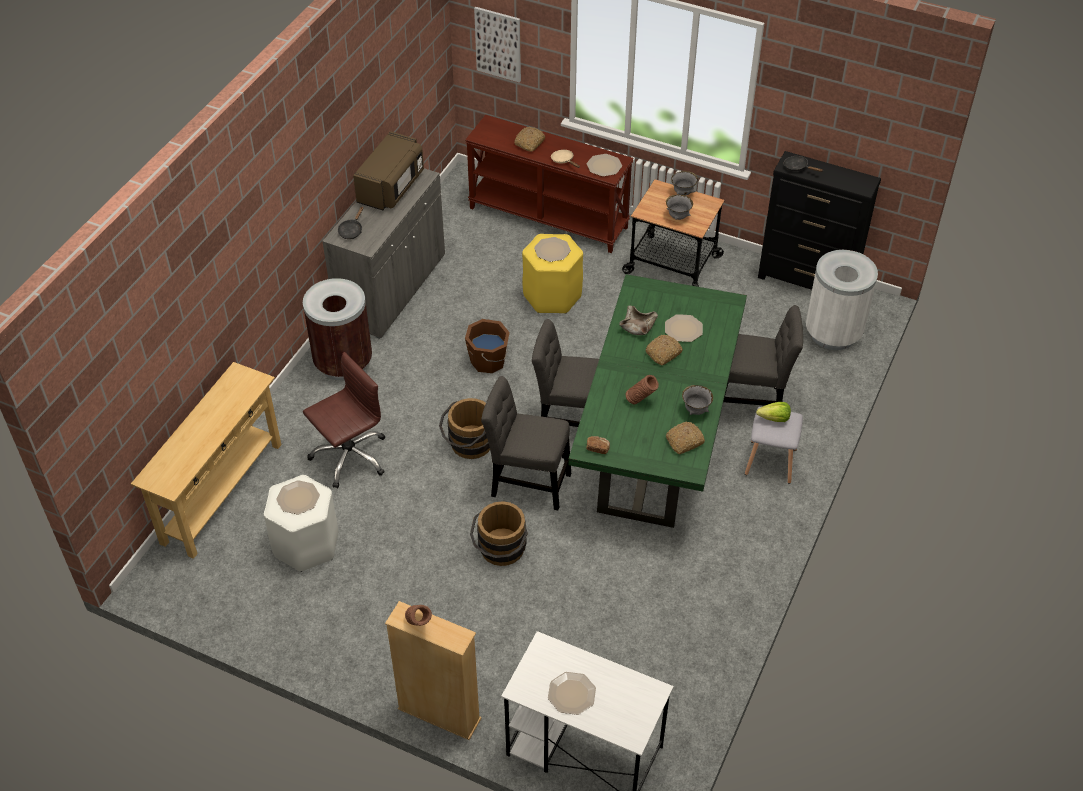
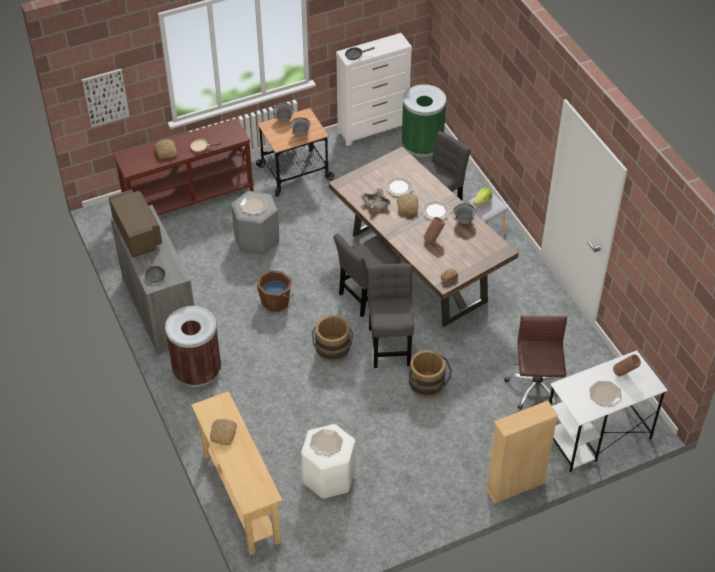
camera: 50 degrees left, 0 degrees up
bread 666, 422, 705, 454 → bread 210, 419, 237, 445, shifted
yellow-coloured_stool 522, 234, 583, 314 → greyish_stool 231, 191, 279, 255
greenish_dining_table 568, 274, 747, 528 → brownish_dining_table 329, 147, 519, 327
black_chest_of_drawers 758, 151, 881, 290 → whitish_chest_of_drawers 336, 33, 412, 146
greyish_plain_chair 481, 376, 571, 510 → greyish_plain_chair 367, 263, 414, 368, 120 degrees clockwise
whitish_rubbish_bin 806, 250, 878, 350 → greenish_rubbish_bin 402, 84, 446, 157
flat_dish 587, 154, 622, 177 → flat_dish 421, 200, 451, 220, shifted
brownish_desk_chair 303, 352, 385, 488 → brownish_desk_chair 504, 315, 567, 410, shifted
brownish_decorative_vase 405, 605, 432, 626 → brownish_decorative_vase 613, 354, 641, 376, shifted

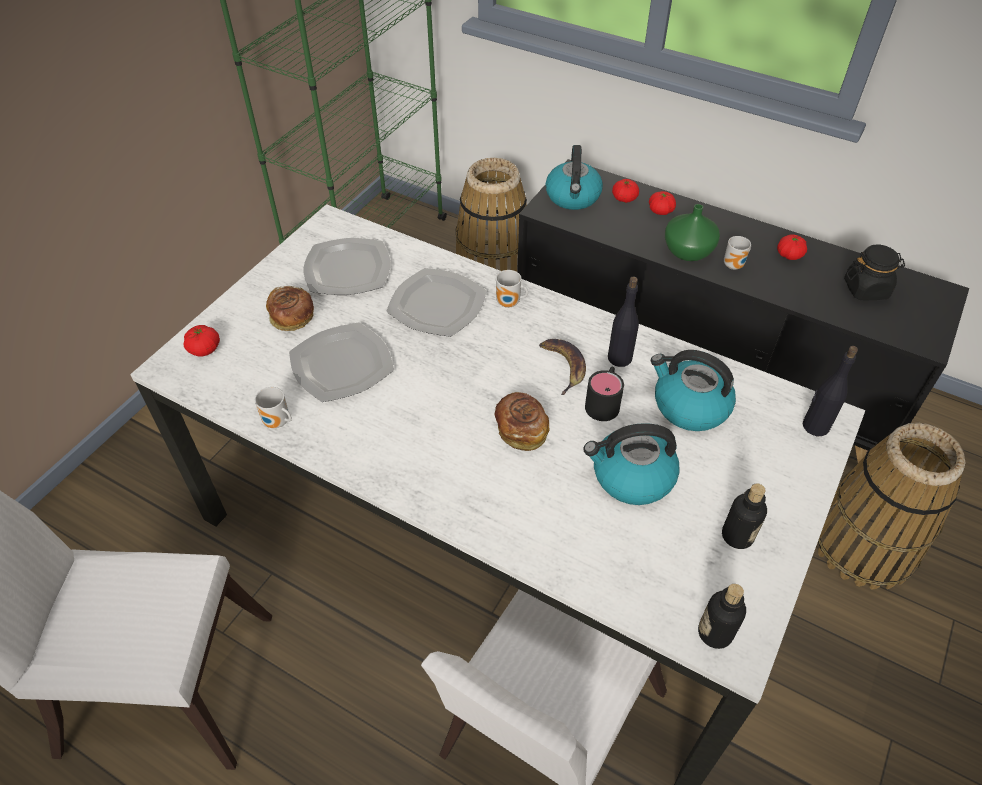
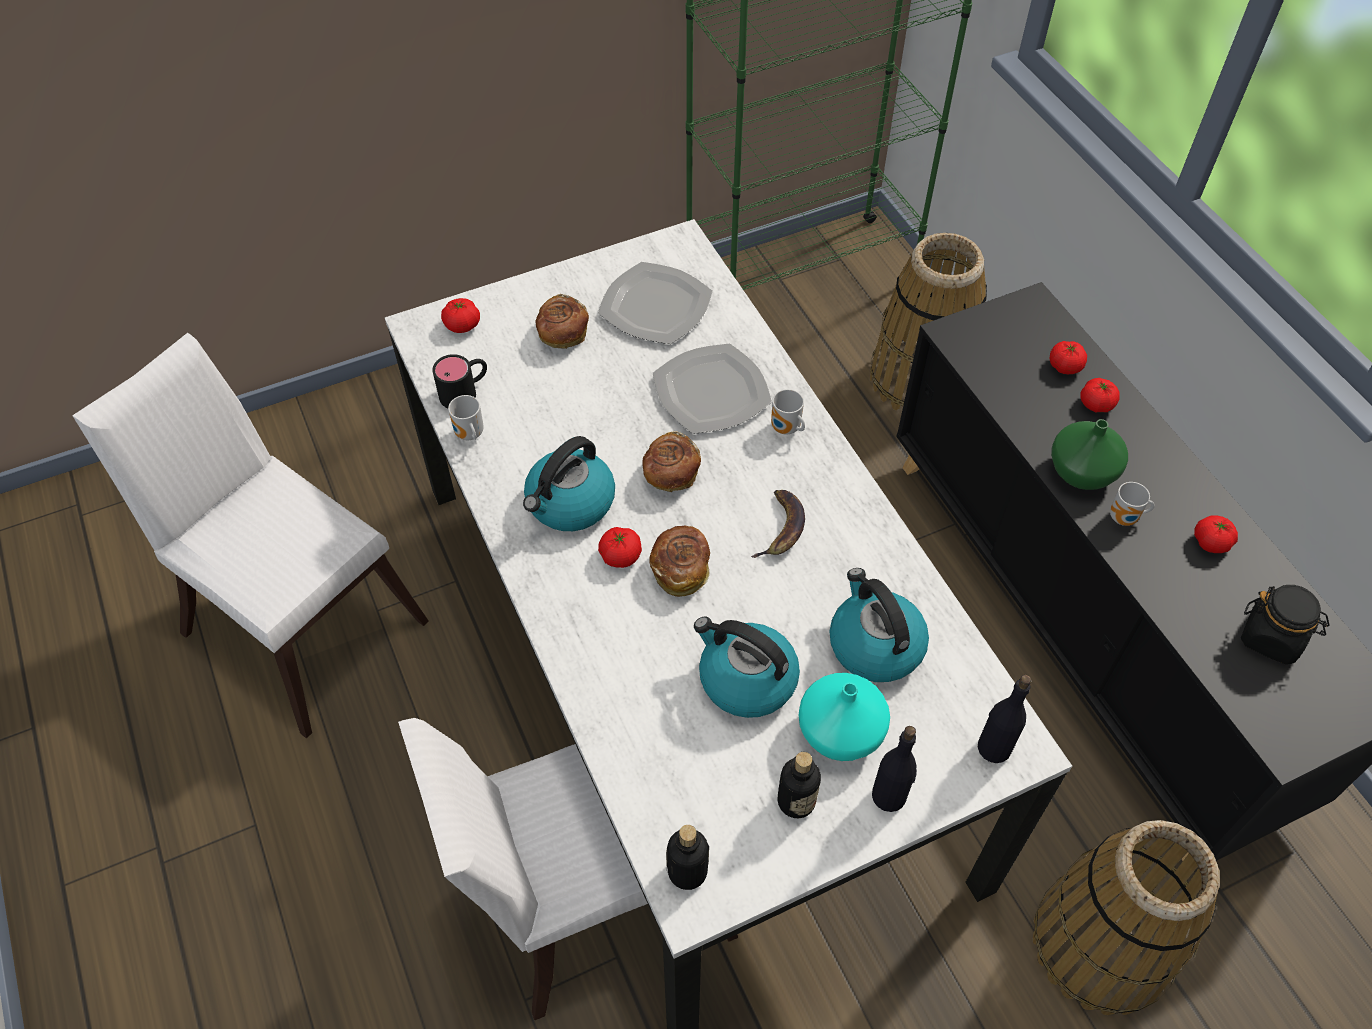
camera: 35 degrees right, 5 degrees up
black_mug 585, 367, 624, 421 → black_mug 432, 354, 487, 408, shifted
water_kettle 546, 145, 603, 210 → water_kettle 523, 436, 615, 531, shifted
- → whole_tomato 598, 527, 642, 568
- → bread 642, 431, 701, 492
- → turquoise_decorative_vase 799, 673, 890, 761
black_beverage_bottle 608, 276, 639, 367 → black_beverage_bottle 872, 726, 917, 812, shifted
flat_dish 289, 322, 394, 402 → -

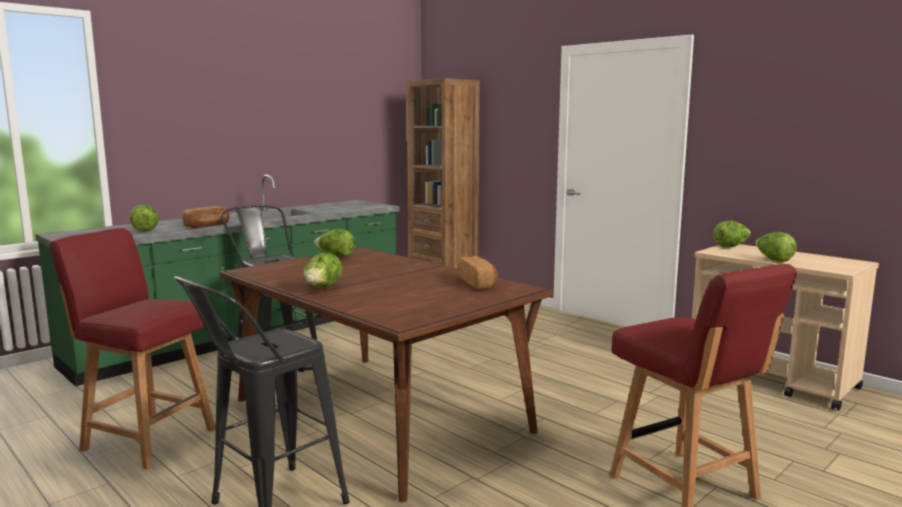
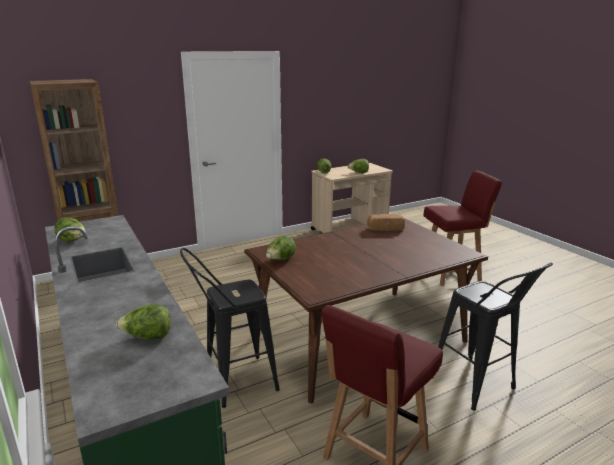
camera: 75 degrees left, 10 degrees up
lettuce 303, 253, 342, 288 → lettuce 54, 217, 86, 242, shifted
bread 182, 206, 230, 228 → -

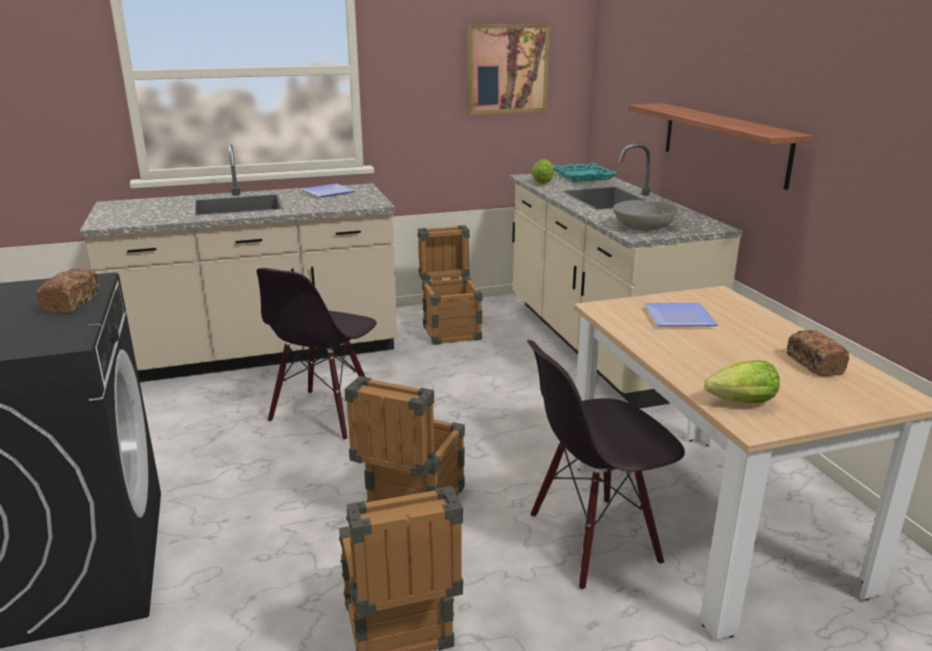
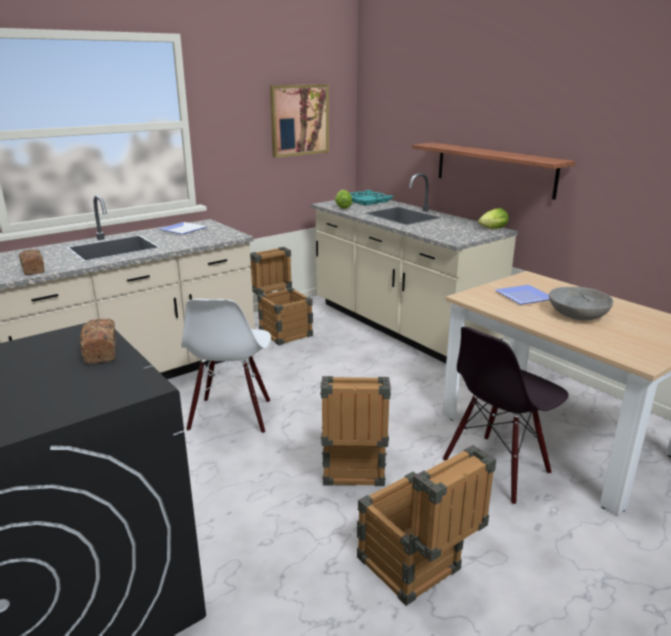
camera: 20 degrees left, 0 degrees up
bread 787, 330, 849, 376 → bread 19, 249, 45, 275, shifted
black_plain_chair 257, 268, 377, 441 → whitish_plain_chair 181, 299, 271, 434
lettuce 704, 361, 780, 403 → lettuce 478, 208, 509, 229, shifted
greyish_bowl 613, 200, 677, 231 → greyish_bowl 549, 287, 614, 321, shifted

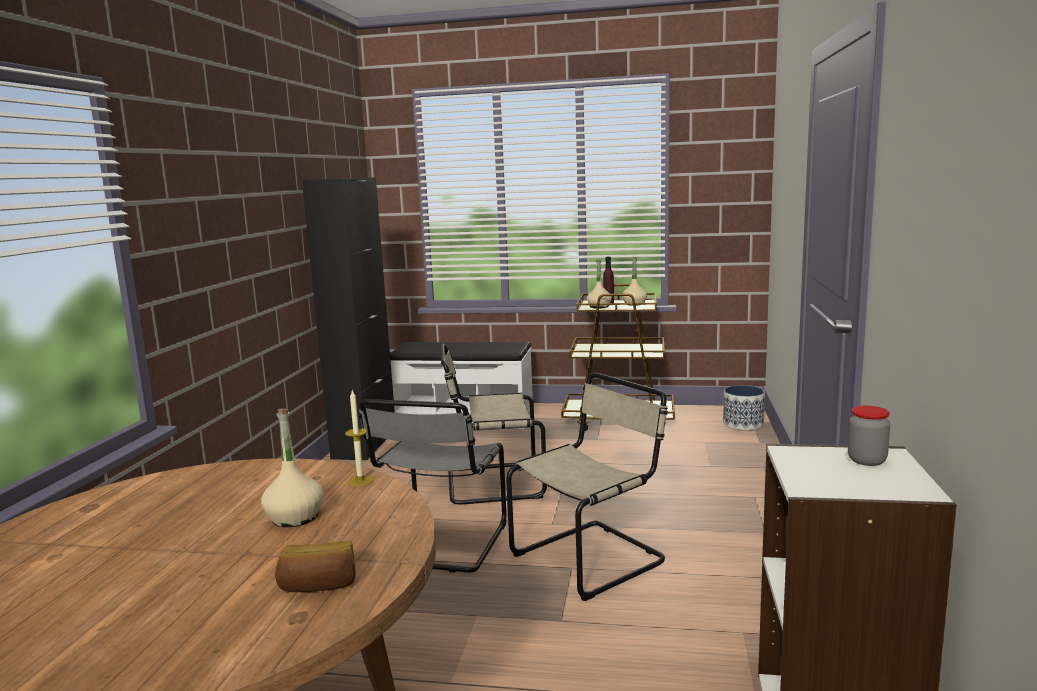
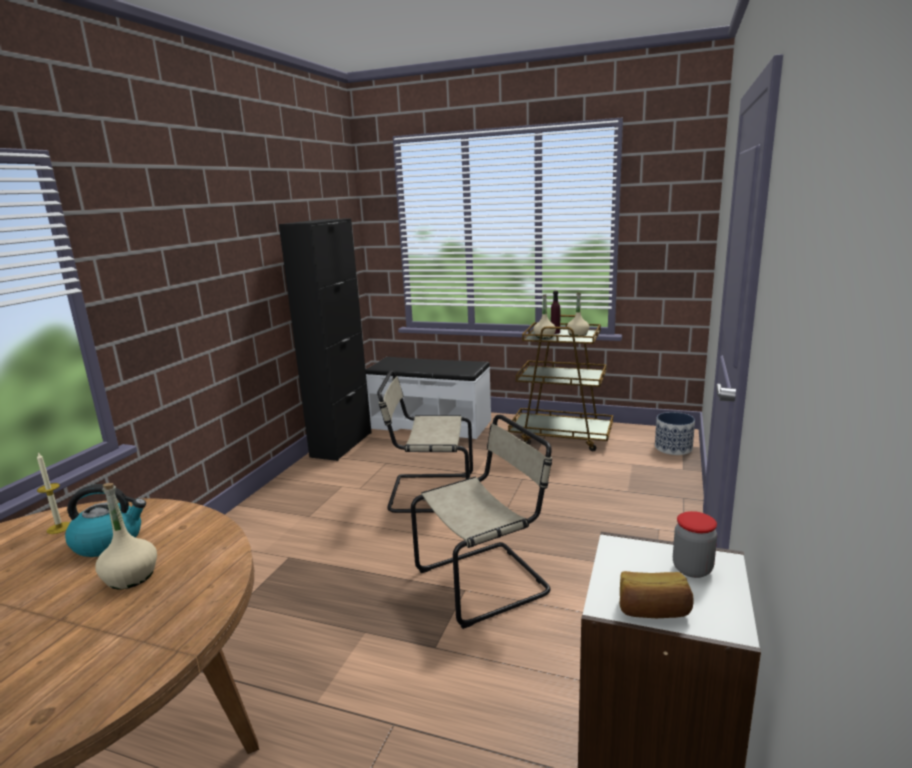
camera: 10 degrees right, 5 degrees up
wax_light 345, 390, 374, 486 → wax_light 37, 452, 70, 534, shifted
- → water_kettle 65, 484, 146, 557
bread 275, 540, 355, 592 → bread 619, 571, 693, 618, shifted
greyish_plain_chair 359, 399, 507, 573 → -

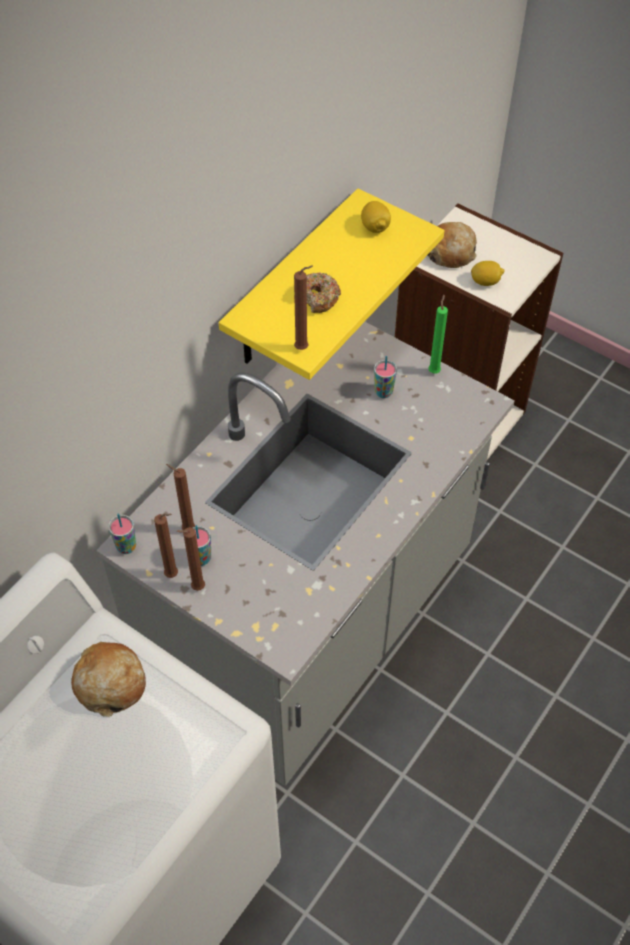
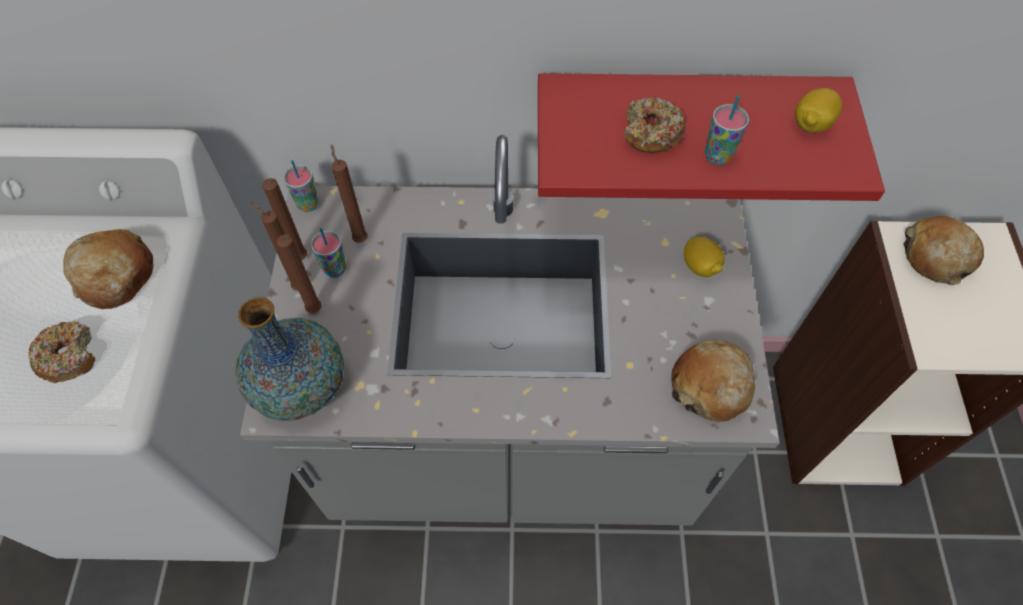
camera: 55 degrees right, 5 degrees up
- → donut 28, 321, 95, 383
- → decorative_vase 235, 297, 344, 421
brownish_wax_light 294, 265, 313, 350 → brownish_wax_light 277, 234, 322, 313, shifted
yellow-coloured_bracket_shelf 219, 189, 444, 380 → red-coloured_bracket_shelf 538, 73, 885, 201
- → bread 671, 340, 755, 422
whole_lemon 471, 261, 505, 286 → whole_lemon 684, 237, 725, 277, shifted
small_cup 374, 356, 397, 398 → small_cup 705, 95, 749, 165, shifted
greenish_wax_light 429, 294, 448, 374 → -

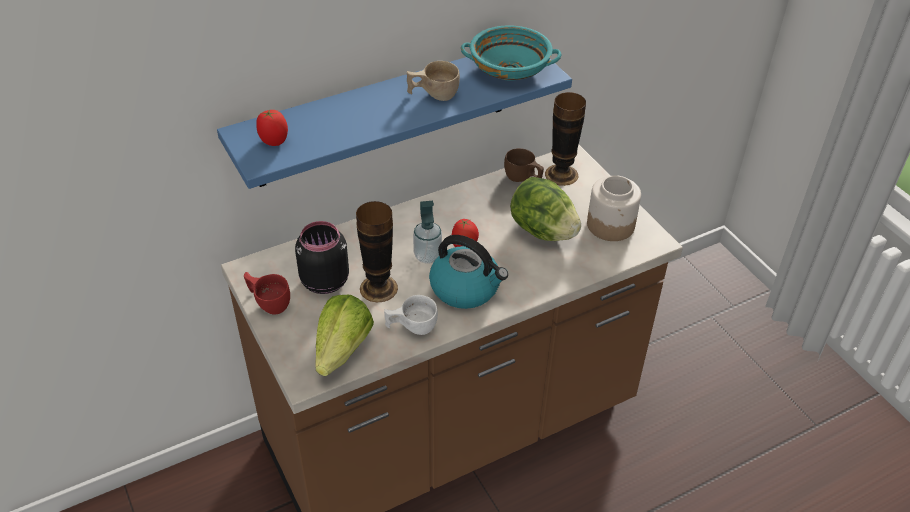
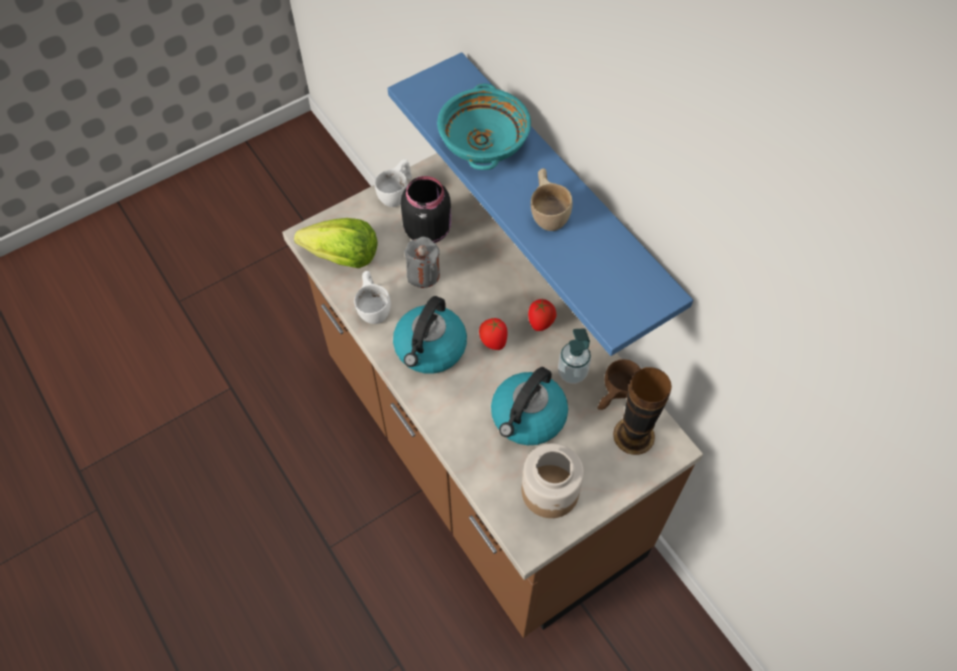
camera: 85 degrees right, 15 degrees up
red-coloured_small_cup 244, 272, 290, 314 → whitish_small_cup 374, 159, 412, 207
decorative_vase 356, 201, 398, 302 → greyish_wax_light 404, 237, 440, 288
turquoise_bowl 461, 25, 562, 81 → turquoise_bowl 437, 83, 531, 170, shifted
lettuce 510, 177, 581, 241 → water_kettle 491, 367, 568, 445
whole_tomato 256, 110, 288, 146 → whole_tomato 528, 299, 556, 331, shifted
soap_bottle 413, 201, 442, 264 → soap_bottle 558, 329, 591, 384, shifted

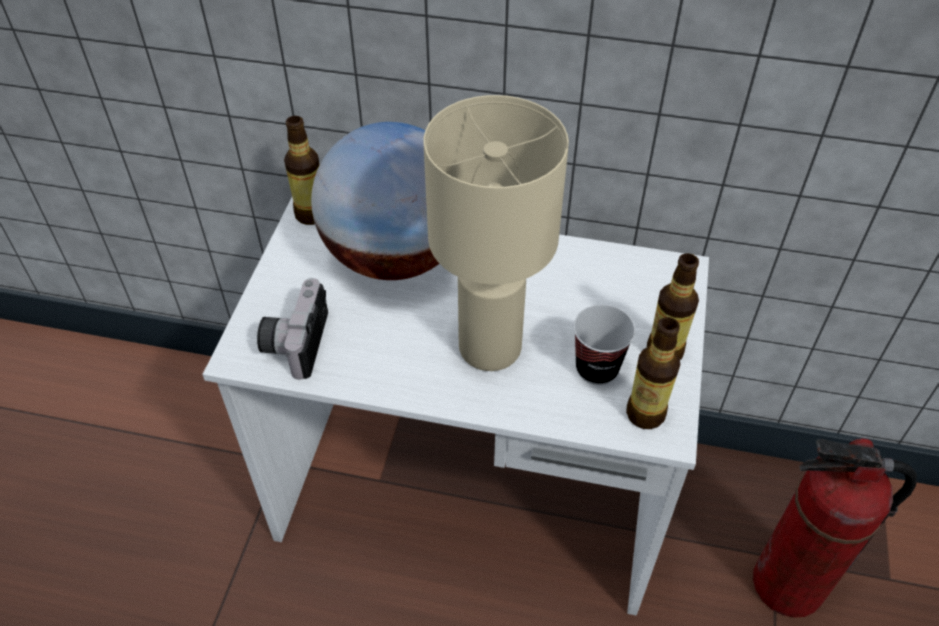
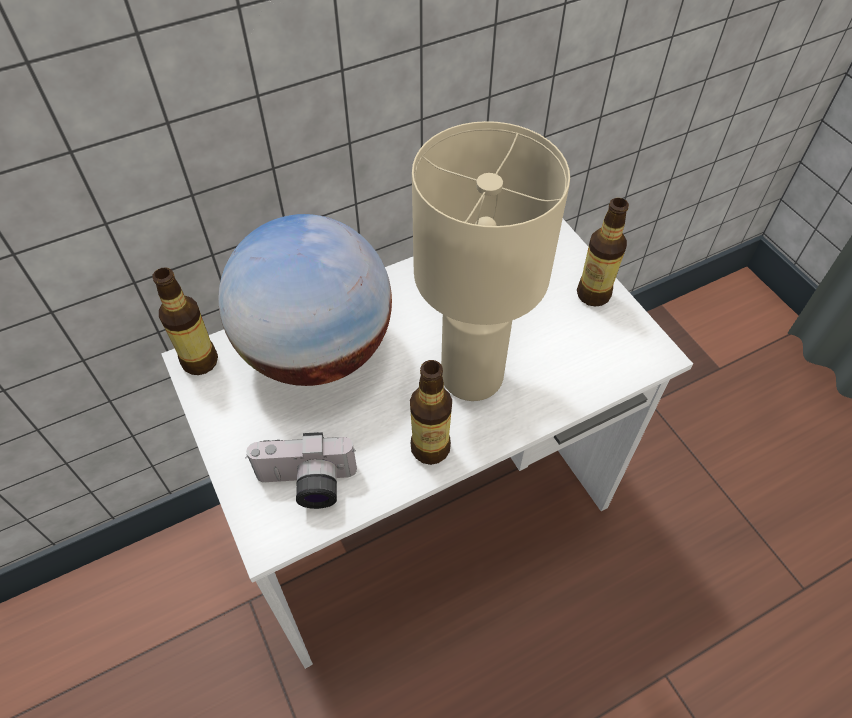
camera: 40 degrees left, 5 degrees up
photo_camera 257, 278, 328, 380 → photo_camera 245, 432, 357, 509, 60 degrees counterclockwise
beverage_bottle 626, 317, 680, 429 → beverage_bottle 410, 360, 452, 465, shifted
small_cup 573, 305, 635, 385 → -
fire-fighting_cylinder 753, 439, 917, 618 → -

